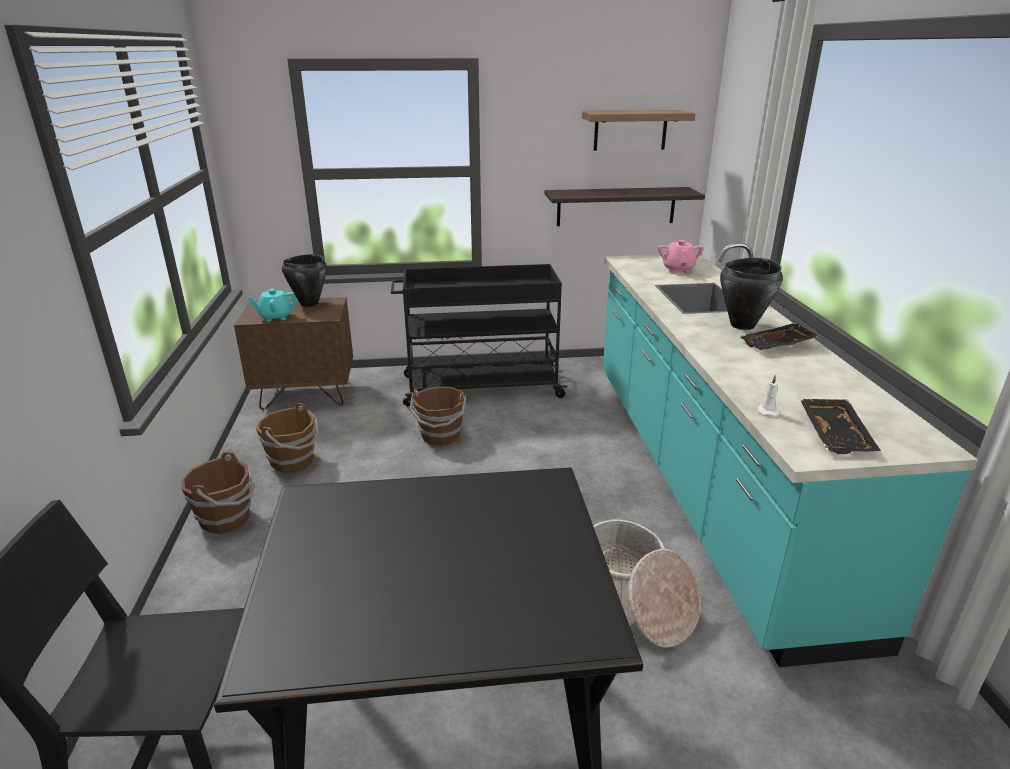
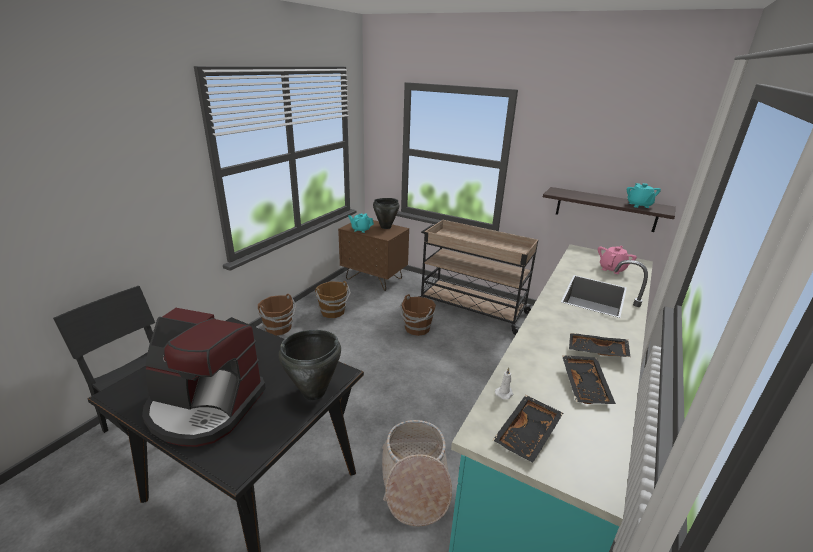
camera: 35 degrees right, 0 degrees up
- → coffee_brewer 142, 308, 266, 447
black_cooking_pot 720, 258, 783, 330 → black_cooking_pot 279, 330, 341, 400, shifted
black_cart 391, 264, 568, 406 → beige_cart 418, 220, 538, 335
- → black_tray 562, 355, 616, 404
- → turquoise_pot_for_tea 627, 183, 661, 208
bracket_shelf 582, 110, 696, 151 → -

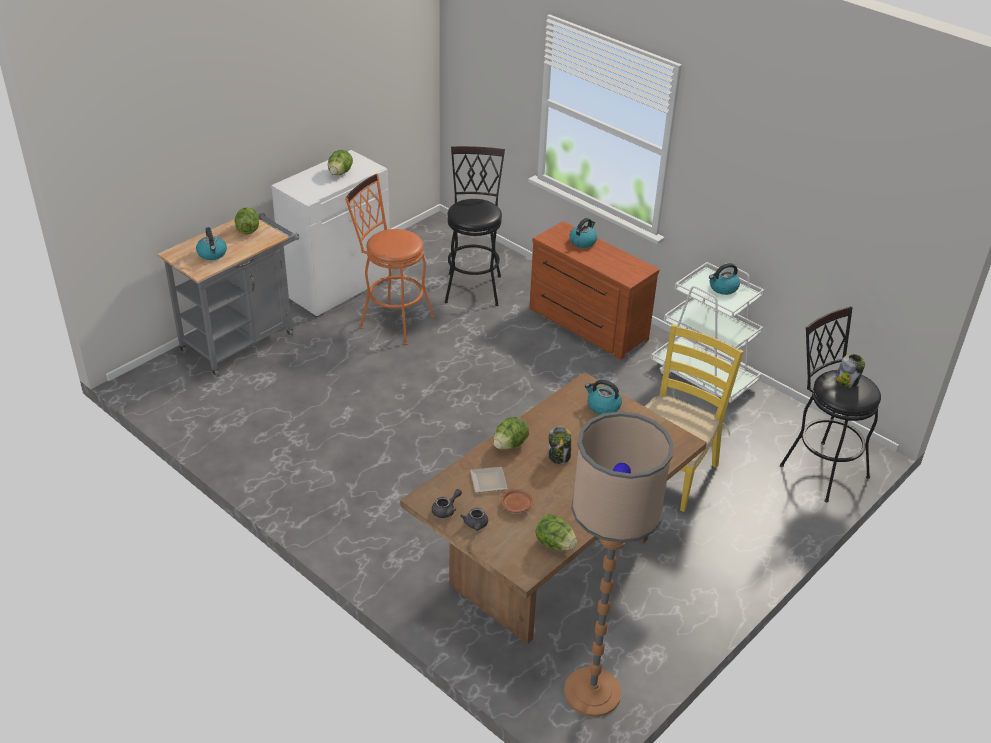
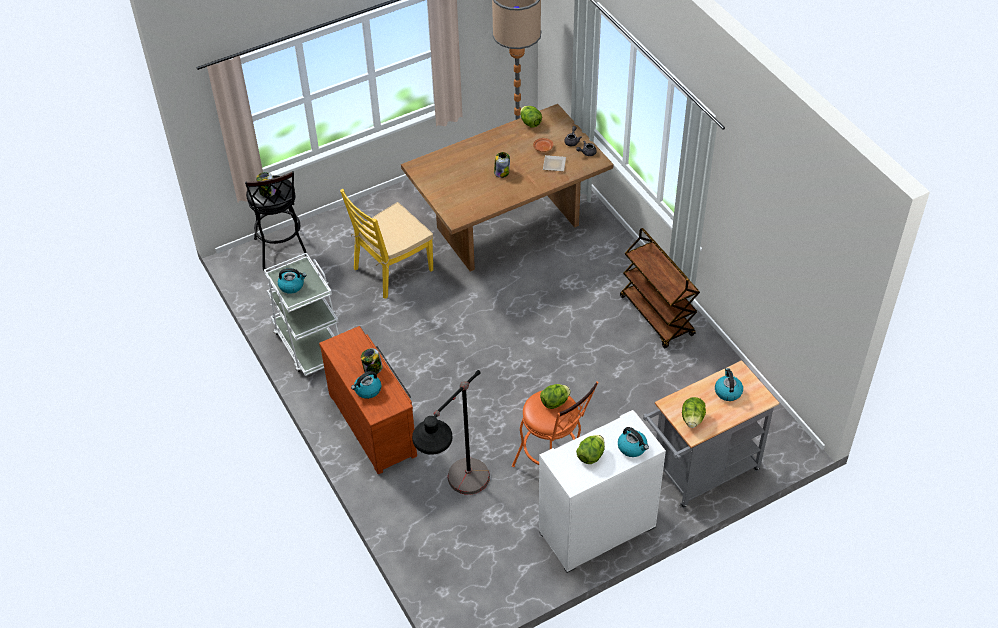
camera: 160 degrees left, 10 degrees up
- → jar 361, 348, 383, 374
black_stool 444, 146, 505, 306 → black_standard_lamp 412, 370, 490, 495
lettuce 493, 417, 529, 449 → lettuce 540, 384, 571, 409, shifted
water_kettle 585, 380, 622, 415 → water_kettle 618, 427, 649, 457, shifted
- → brownish_cart 620, 228, 700, 348

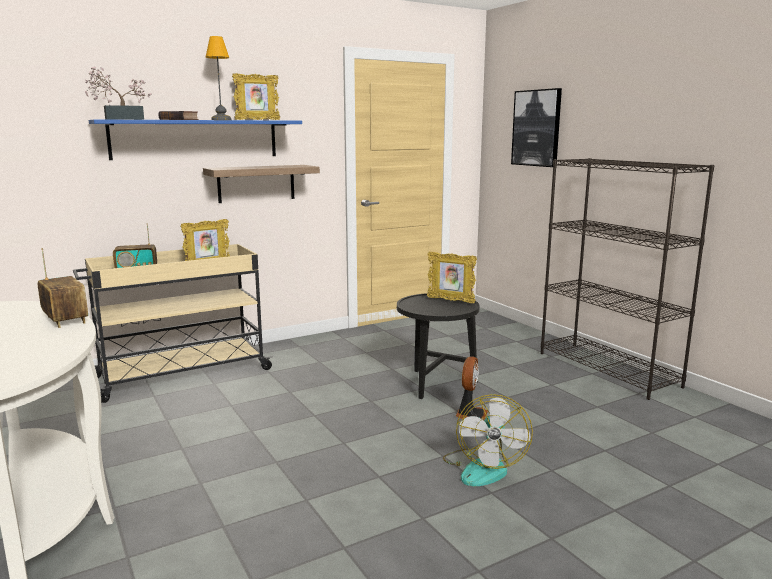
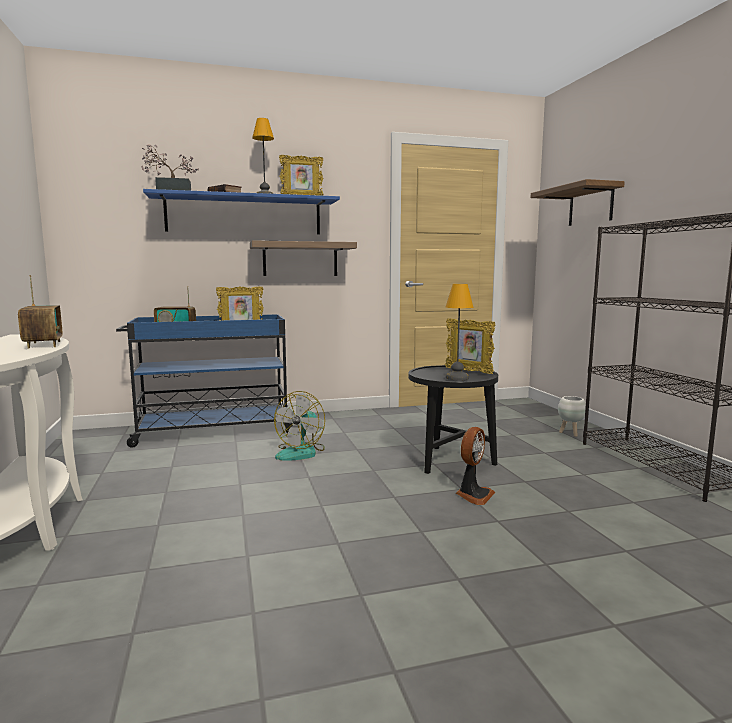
camera: 15 degrees right, 5 degrees down
beige_cart 73, 244, 274, 403 → blue-coloured_cart 116, 314, 293, 448
electric_fan 443, 394, 533, 486 → electric_fan 274, 391, 325, 461, shifted
- → tabletop_lamp 446, 284, 474, 381
picture 511, 88, 562, 167 → bracket_shelf 531, 179, 625, 226
- → whitish_plant_pot 558, 396, 586, 437

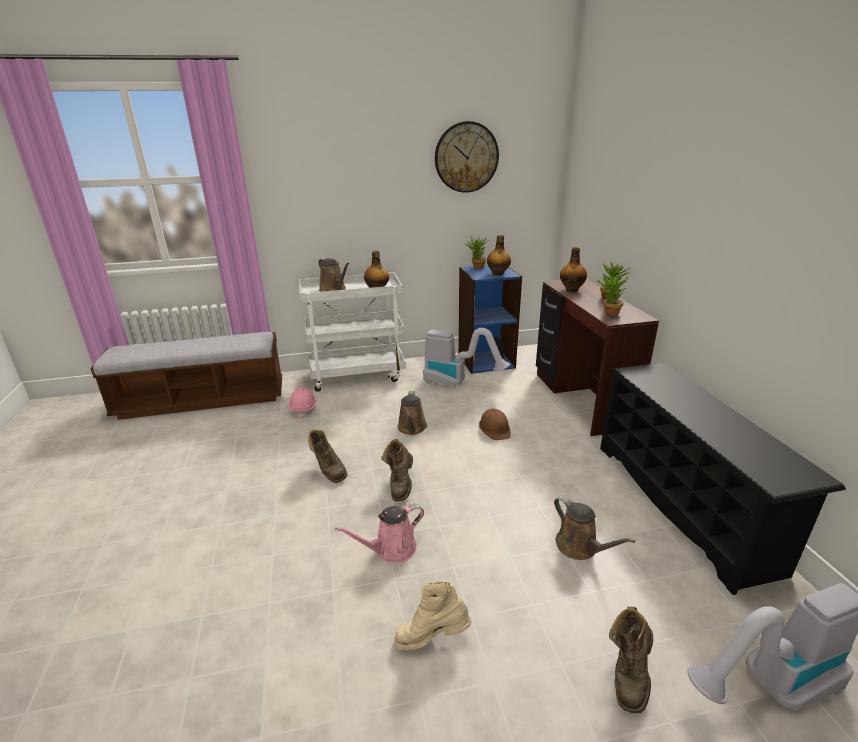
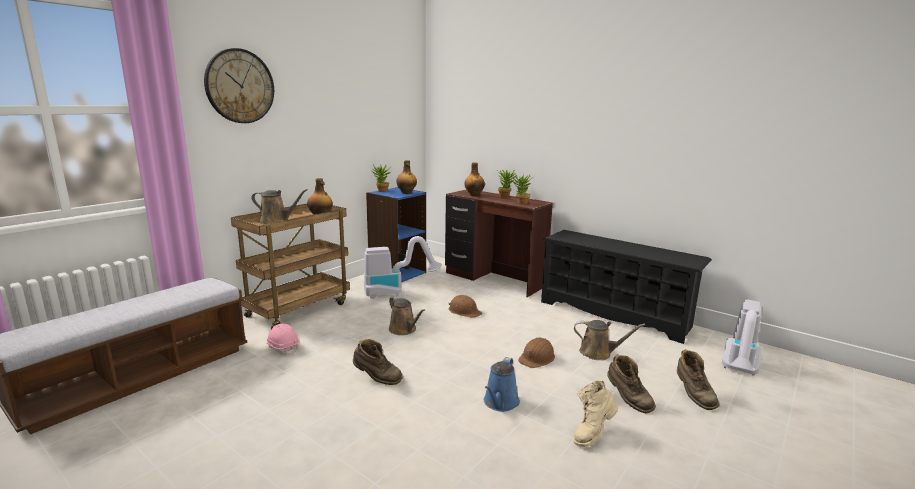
camera: 40 degrees left, 10 degrees down
wall_clock 435, 121, 499, 193 → wall_clock 204, 48, 274, 123, shifted
whitish_cart 299, 272, 406, 392 → brownish_cart 231, 204, 350, 329
pink_sprinkling_can 335, 504, 424, 562 → blue-coloured_sprinkling_can 484, 357, 520, 412
- → brownish_hard_hat 518, 338, 555, 368
brownish_high-top_boot 381, 439, 413, 502 → brownish_high-top_boot 608, 354, 656, 413, shifted

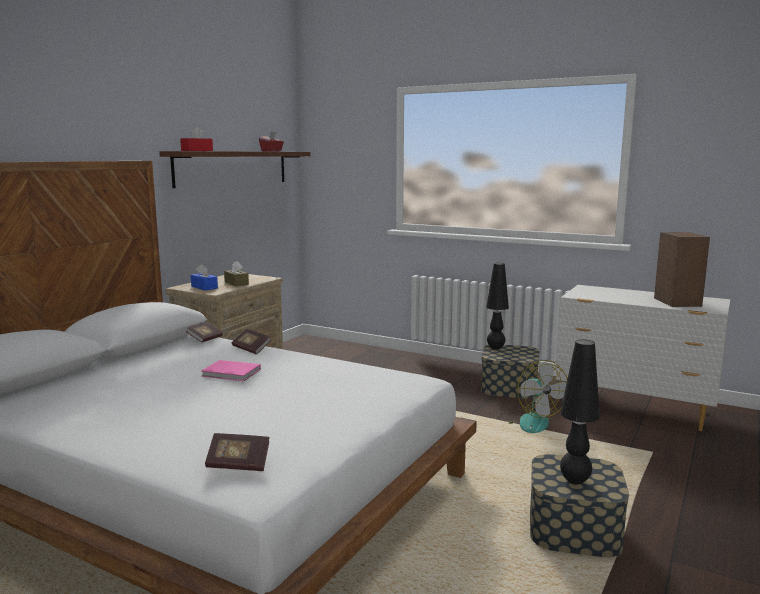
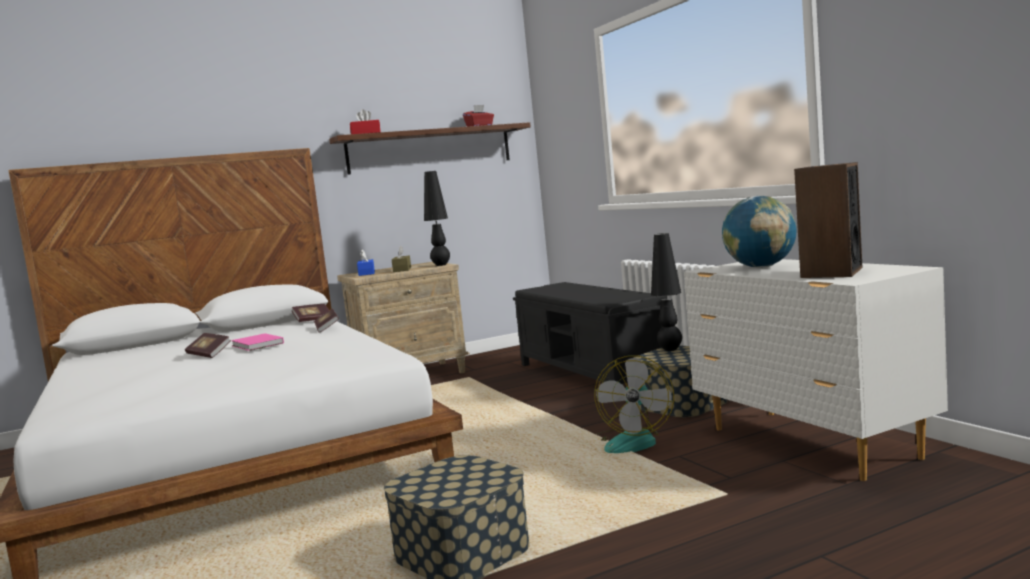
camera: 35 degrees right, 5 degrees down
volume 205, 433, 269, 471 → volume 185, 333, 231, 358, shifted
black_tabletop_lamp 560, 340, 600, 485 → black_tabletop_lamp 424, 171, 450, 266, shifted
- → black_long_seat 513, 282, 666, 384
- → globe 722, 196, 797, 268

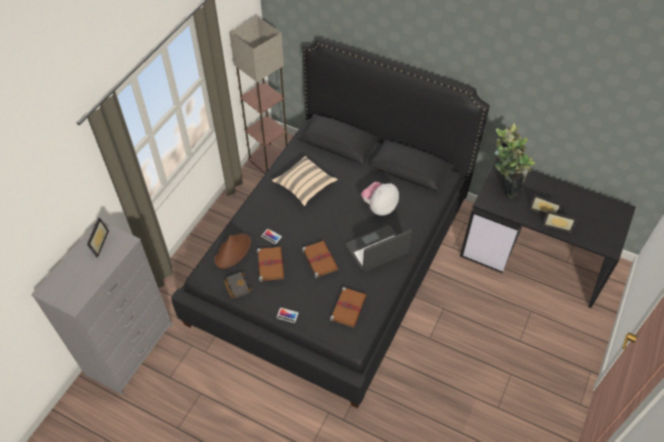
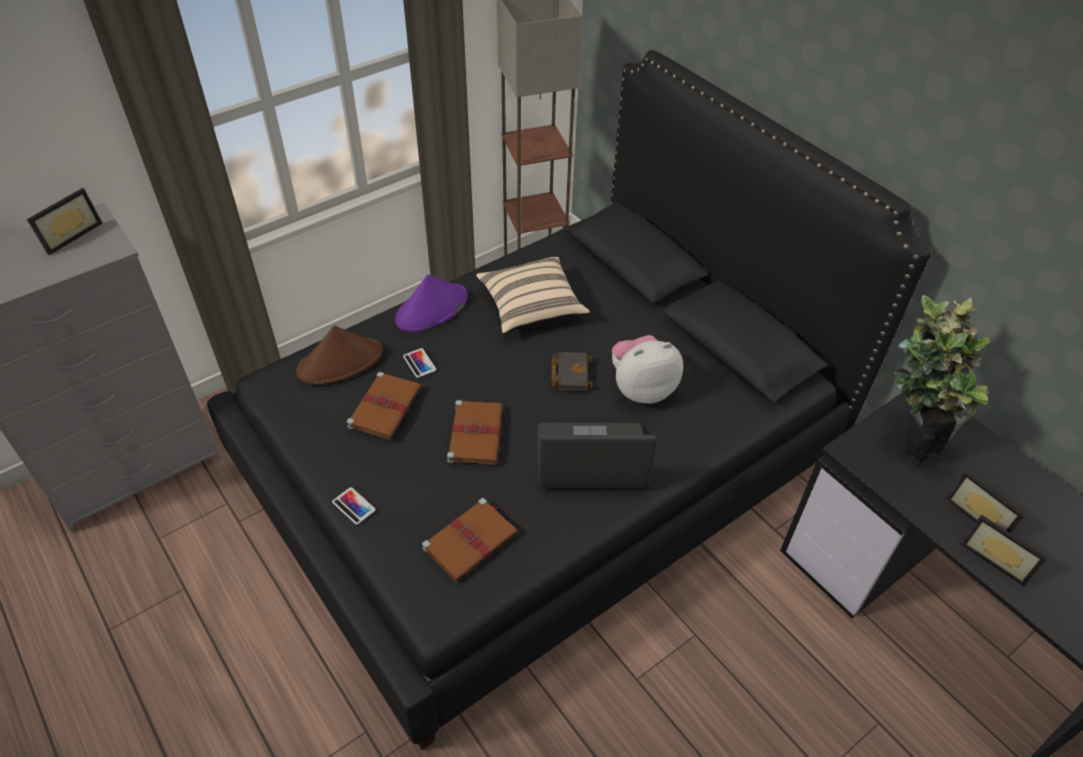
camera: 25 degrees right, 5 degrees down
- → purple-coloured_clothing_hat 395, 274, 467, 333
black_volume 224, 272, 252, 298 → black_volume 551, 352, 593, 391, shifted

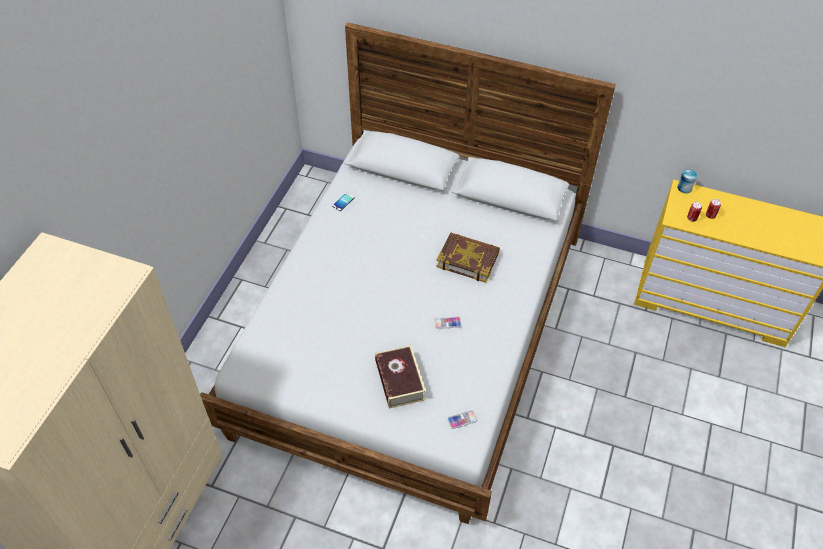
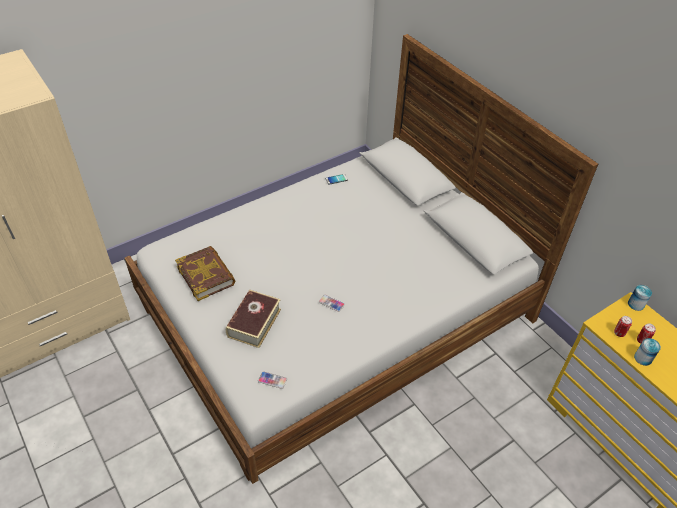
camera: 35 degrees right, 5 degrees down
volume 436, 233, 500, 283 → volume 175, 246, 236, 301, shifted
- → can 634, 338, 661, 366

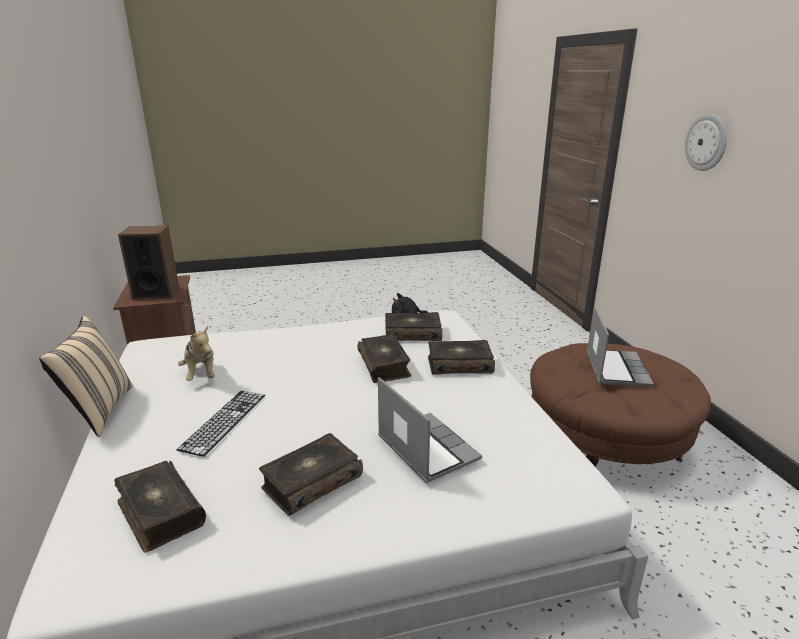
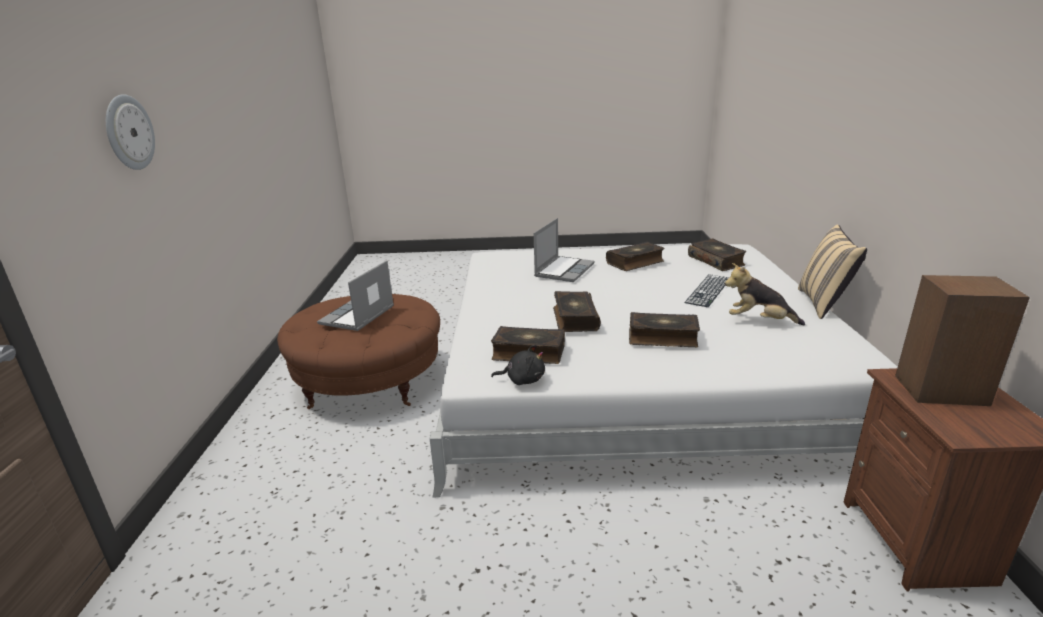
camera: 165 degrees left, 0 degrees up
notebook_computer 378, 377, 482, 483 → notebook_computer 534, 218, 595, 282, 135 degrees counterclockwise
volume 428, 340, 495, 374 → volume 629, 312, 700, 347, shifted
cuddly_toy 178, 326, 215, 381 → cuddly_toy 725, 263, 805, 325, 60 degrees counterclockwise

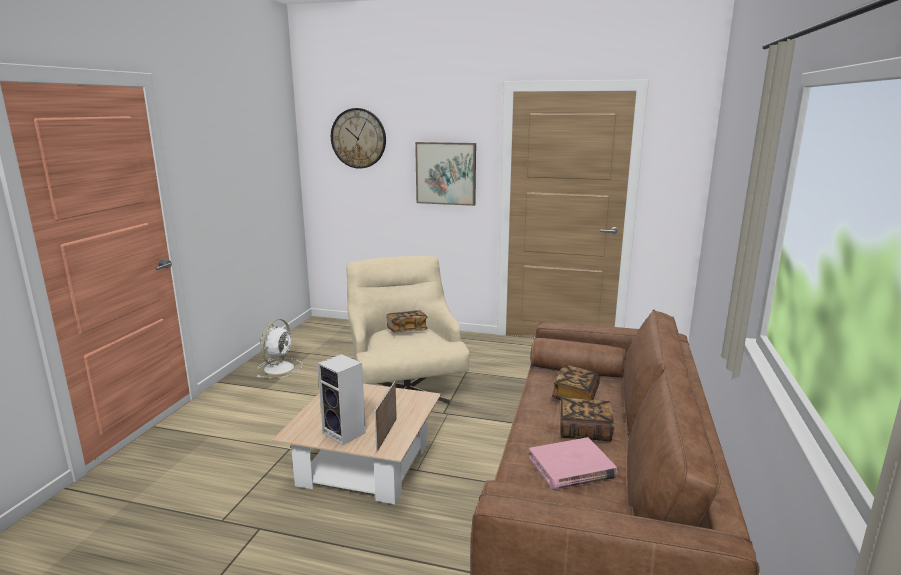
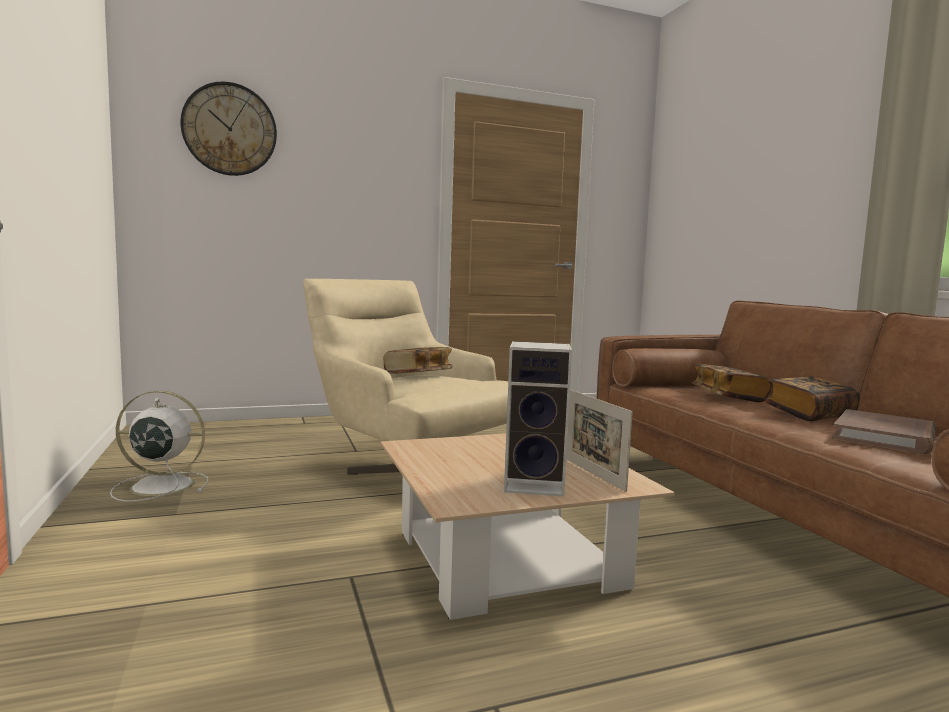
camera: 35 degrees left, 10 degrees down
whitish_electric_fan 257, 319, 303, 378 → whitish_electric_fan 110, 391, 208, 502, 75 degrees counterclockwise
pink_volume 529, 437, 618, 490 → brownish_volume 832, 409, 936, 454
picture 415, 142, 476, 206 → -

